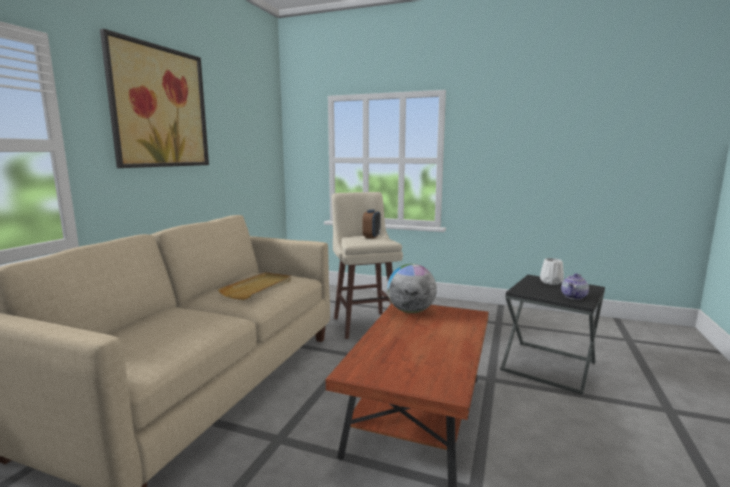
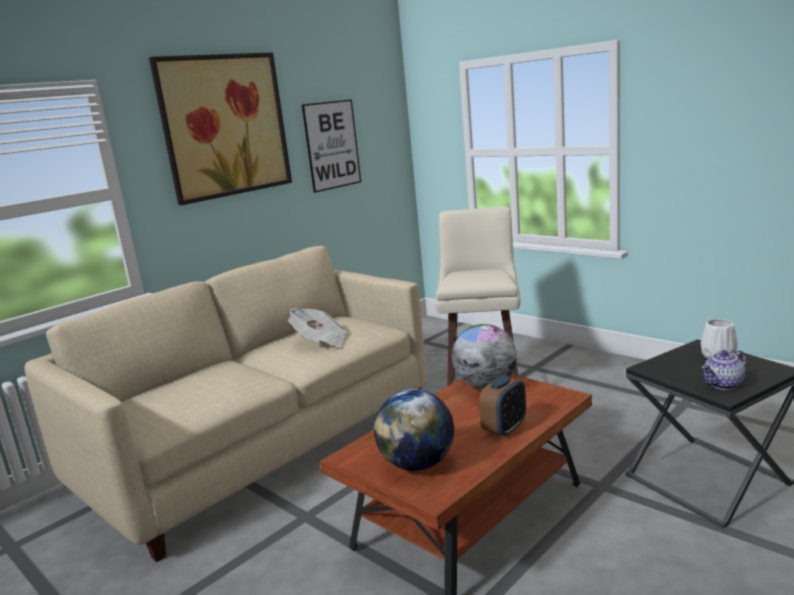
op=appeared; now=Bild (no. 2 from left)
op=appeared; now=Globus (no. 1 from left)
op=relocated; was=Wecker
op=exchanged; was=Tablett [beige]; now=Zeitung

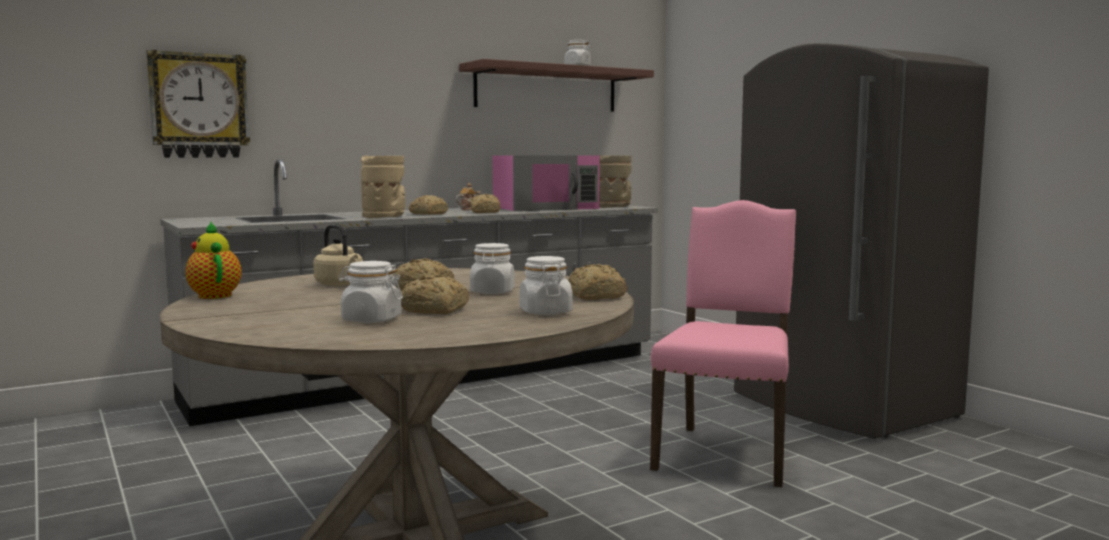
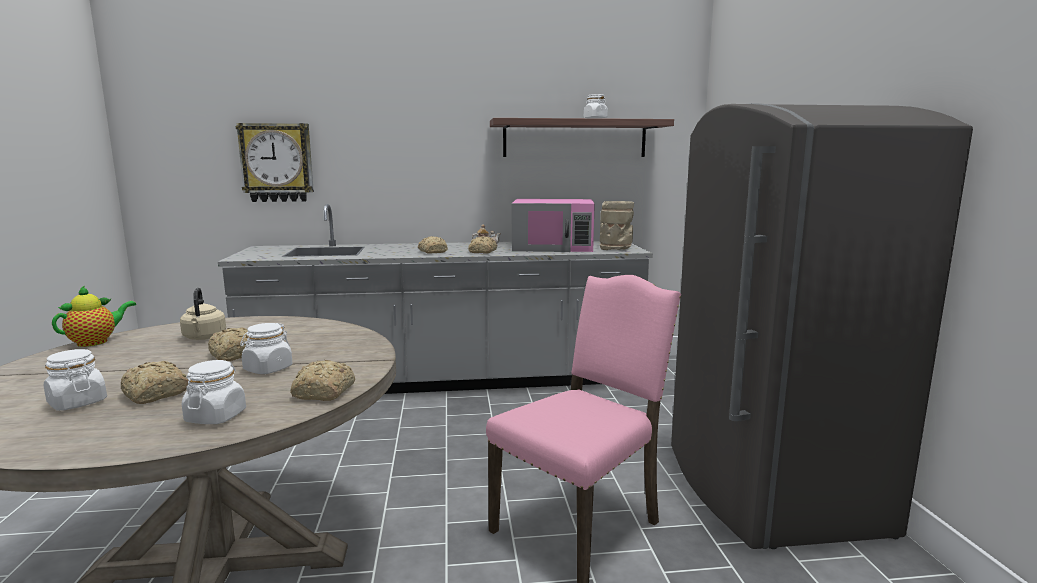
op=missing; was=Vase [beige] (no. 1 from left)
op=spun; was=Teekanne (no. 1 from left); clockwise=45

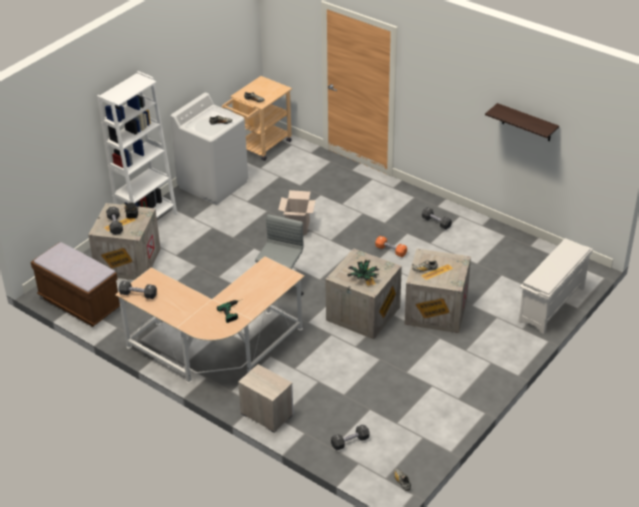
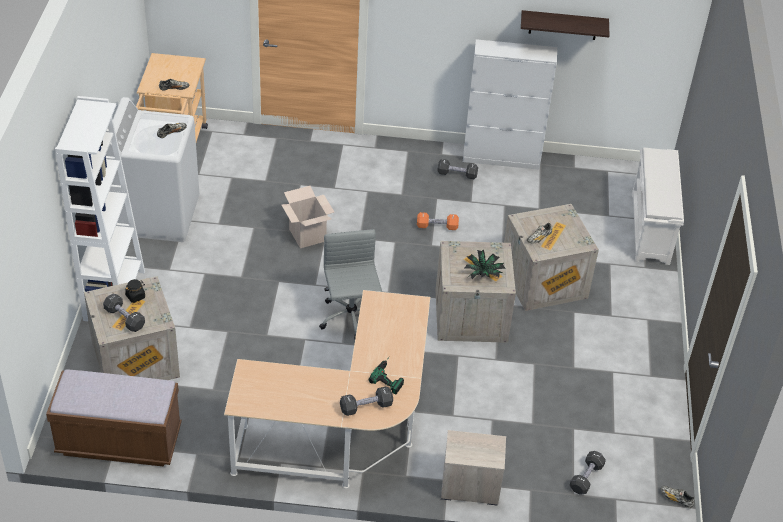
op=appeared; now=Schrank [weiß]
op=relocated; was=Hantel [schwarz] (no. 2 from left)

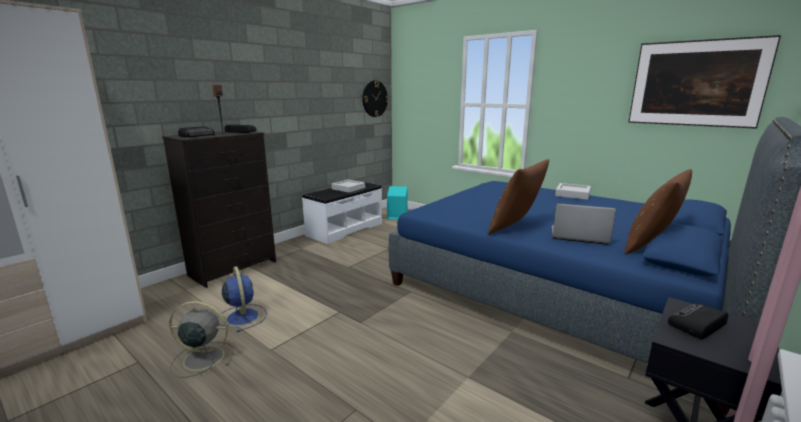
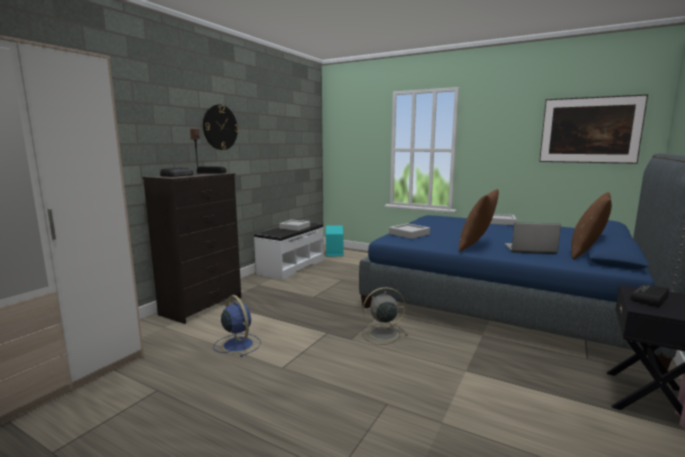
op=appeared; now=Tablett [grau] (no. 2 from left)
op=relocated; was=Ventilator [grau]
op=relocated; was=Wanduhr

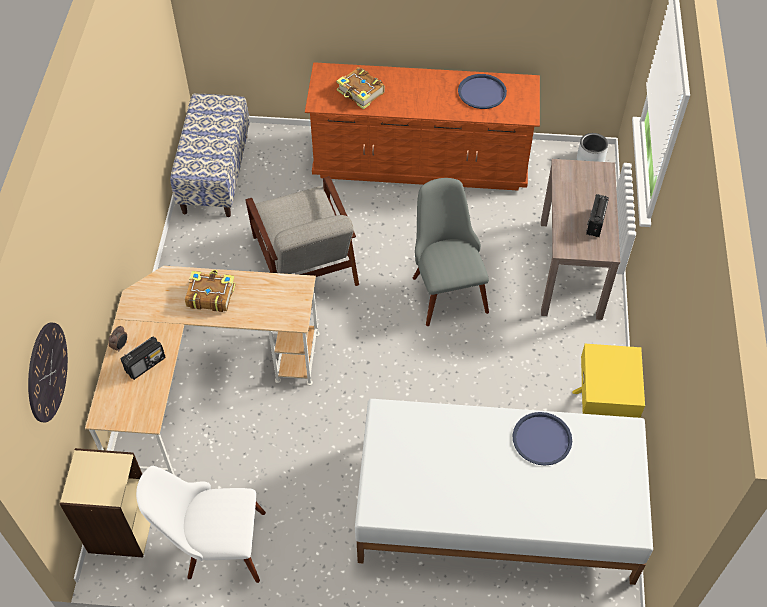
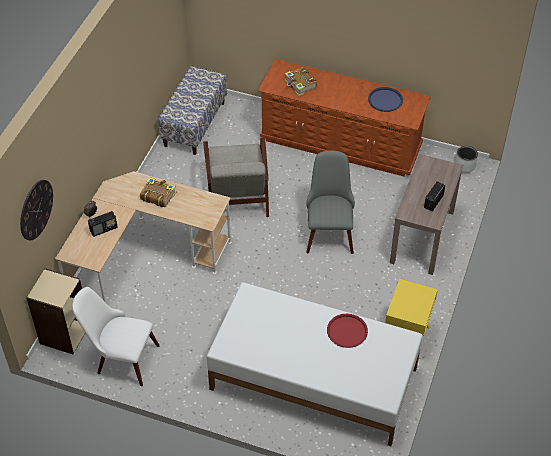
op=colour; was=Tablett [blau] (no. 2 from left); now=Tablett [rot]

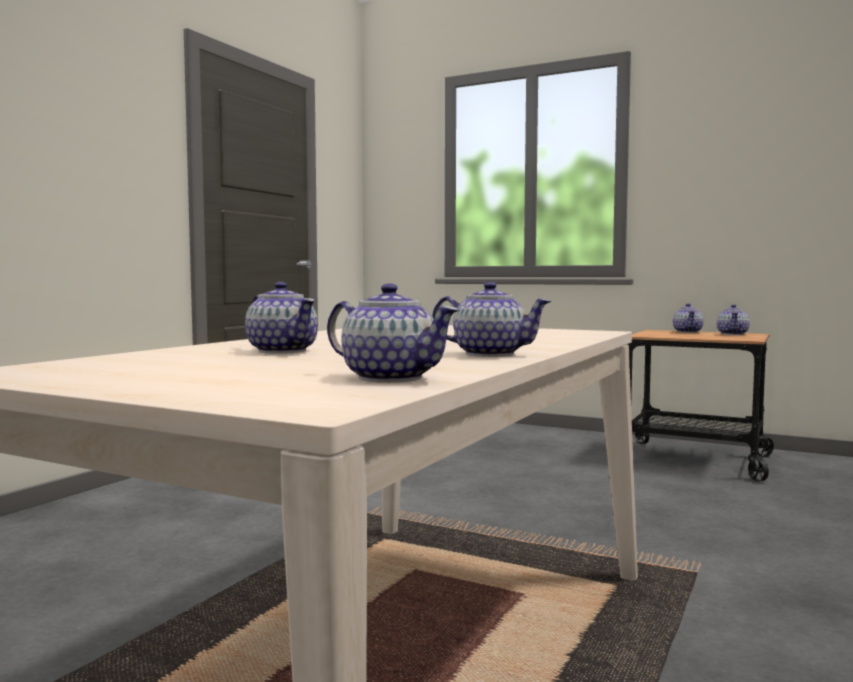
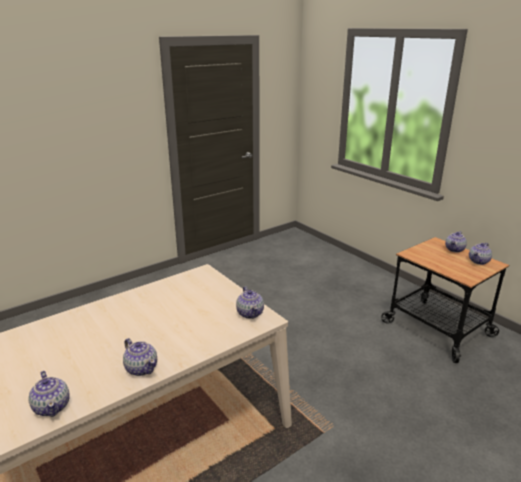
op=relocated; was=Teekanne (no. 1 from left in the first image); now=Teekanne (no. 3 from left)

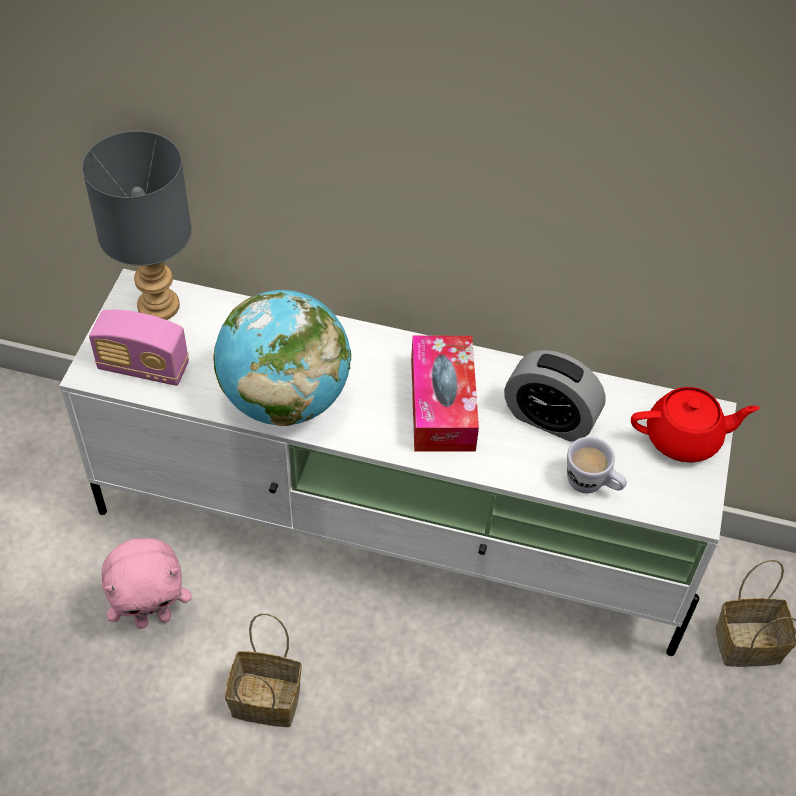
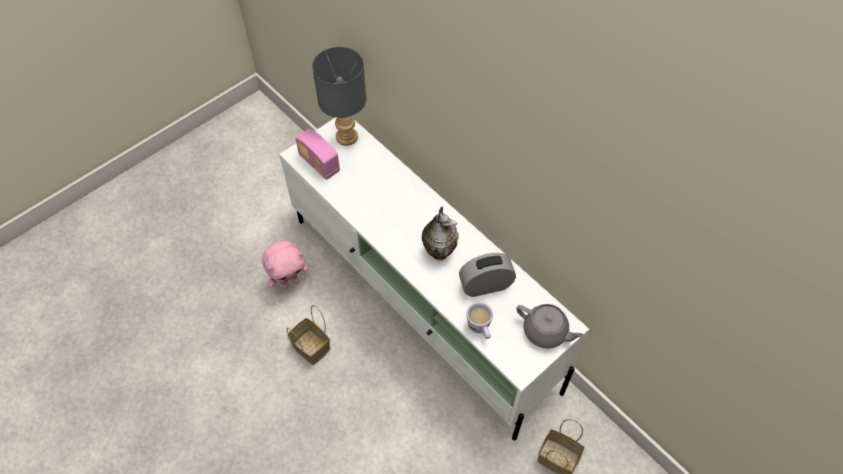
op=missing; was=Globus
op=exchanged; was=Taschentuchbox; now=Vase
op=colour; was=Teekanne [rot]; now=Teekanne [grau]
op=spun; was=Plüschtier [rosa]; clockwise=-45
op=spun; was=Wecker; clockwise=105

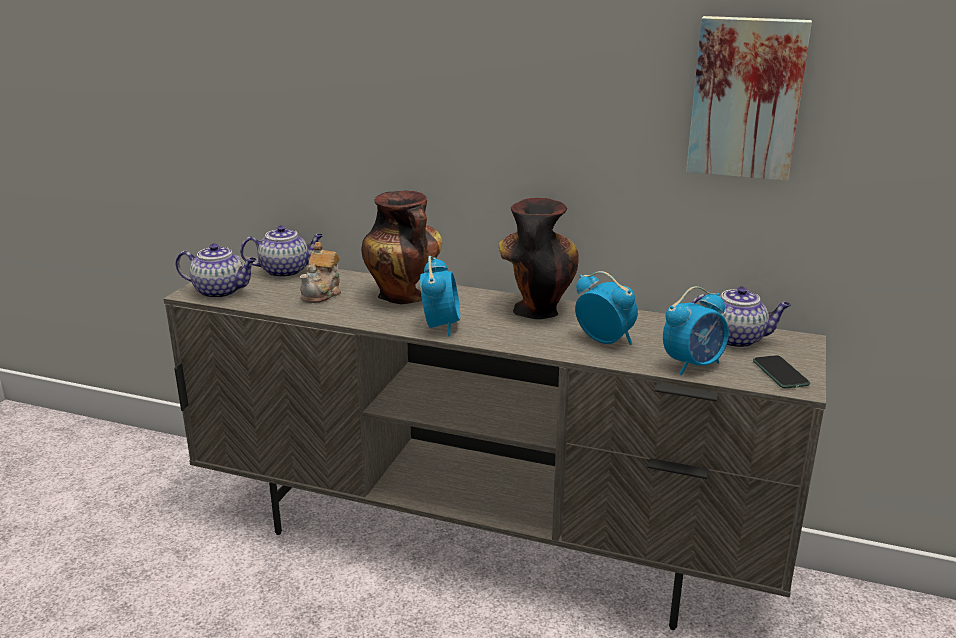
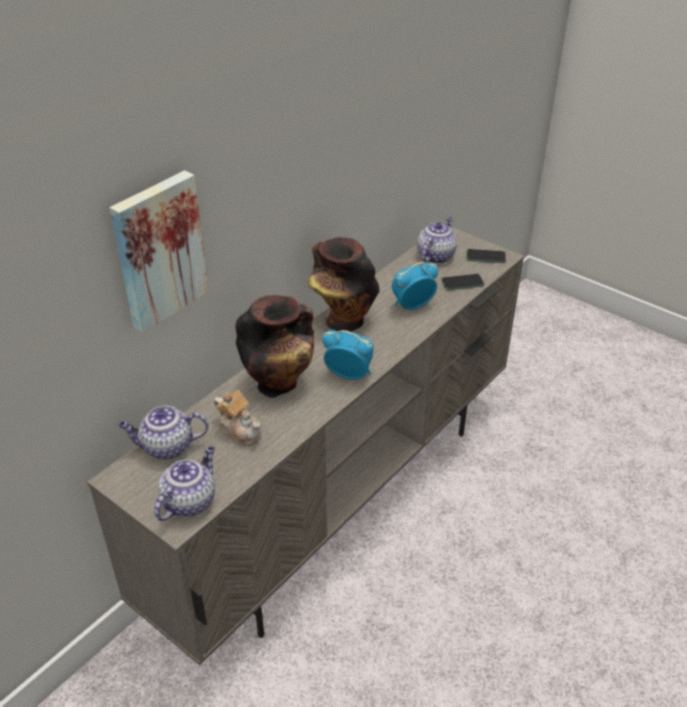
op=relocated; was=Bild
op=exchanged; was=Wecker (no. 3 from left); now=Handy (no. 1 from left)
op=spun; was=Teekanne (no. 2 from left in the first image); clockwise=-105

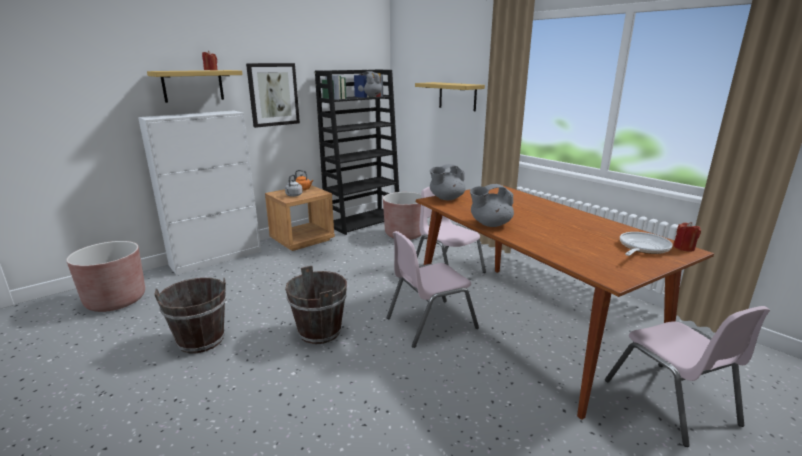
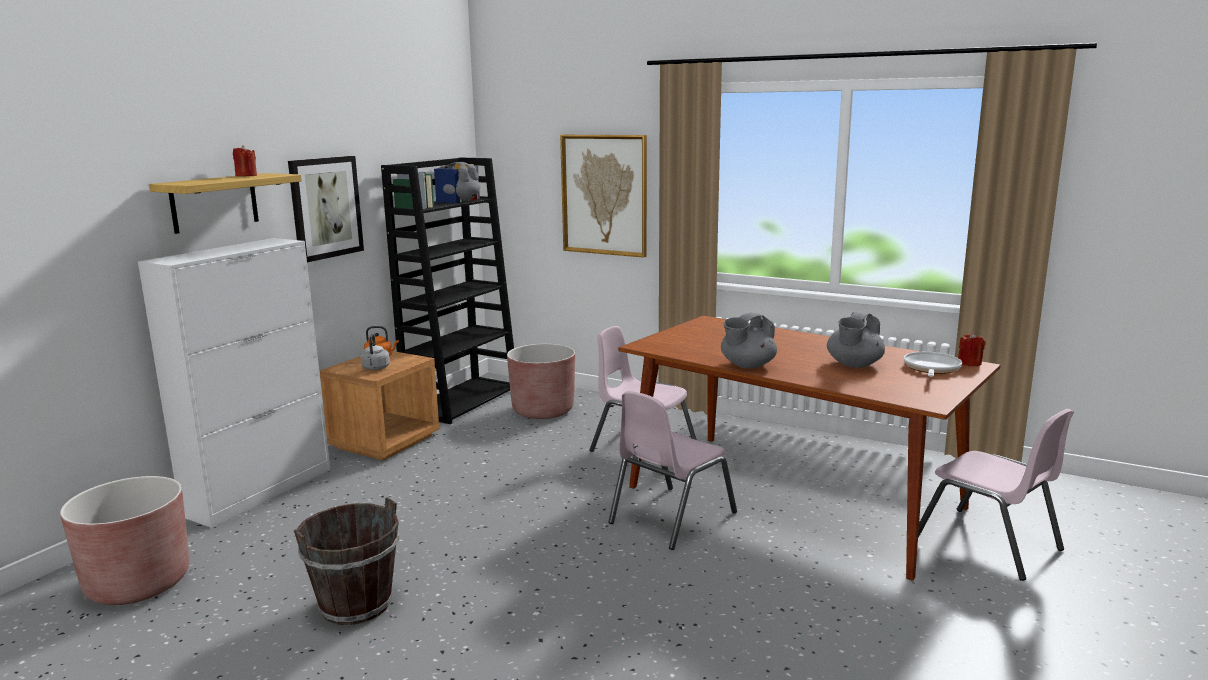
op=missing; was=Eimer [braun] (no. 2 from left)
op=relocated; was=Teekanne [grau] (no. 2 from left in the first image); now=Teekanne [grau] (no. 3 from left)
op=exchanged; was=Wandregal (no. 2 from left); now=Bild (no. 2 from left)

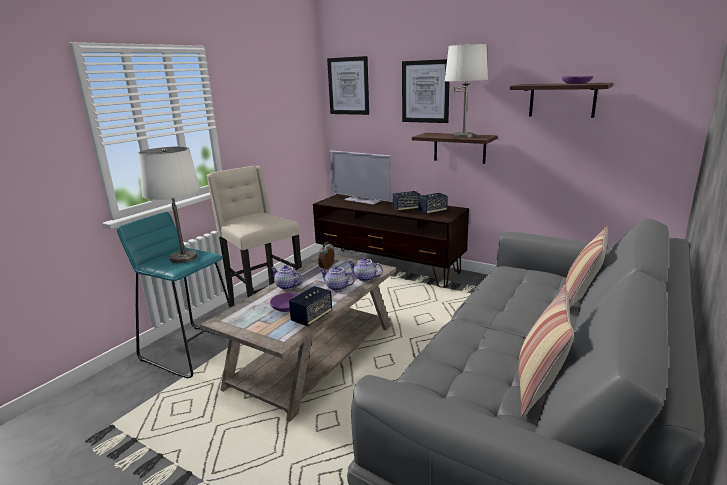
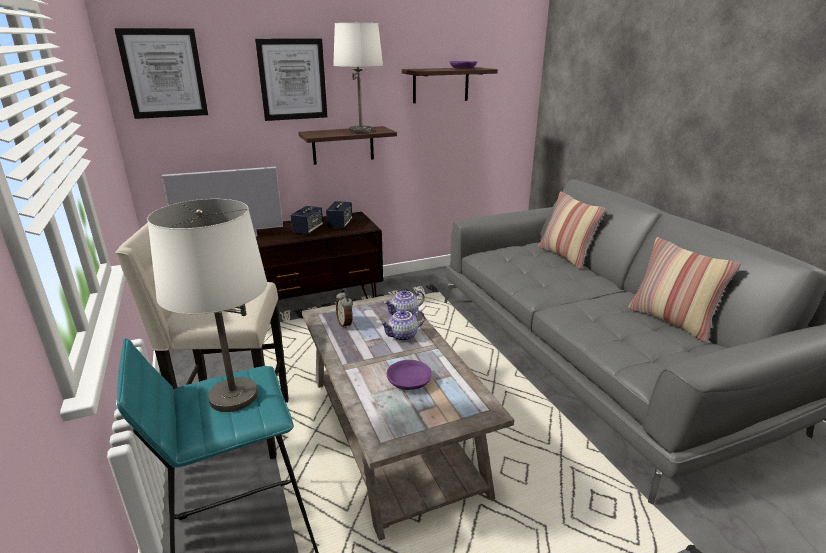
op=missing; was=Teekanne (no. 1 from left)
op=missing; was=Lautsprecher (no. 1 from left)

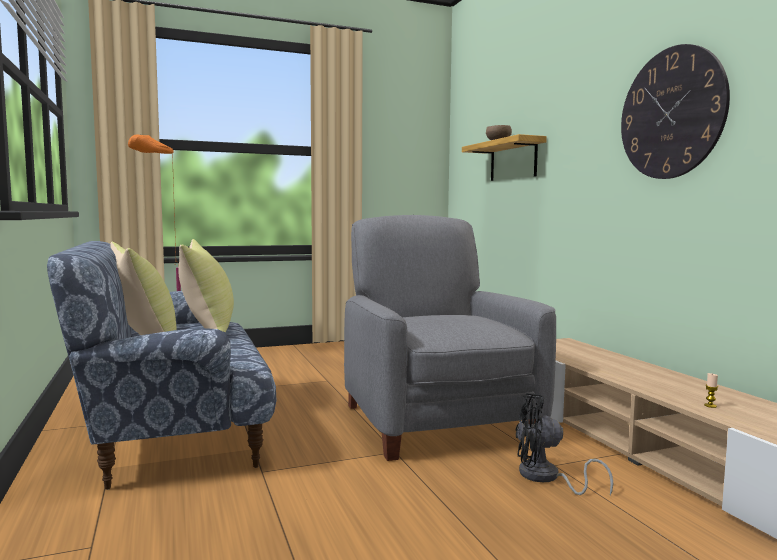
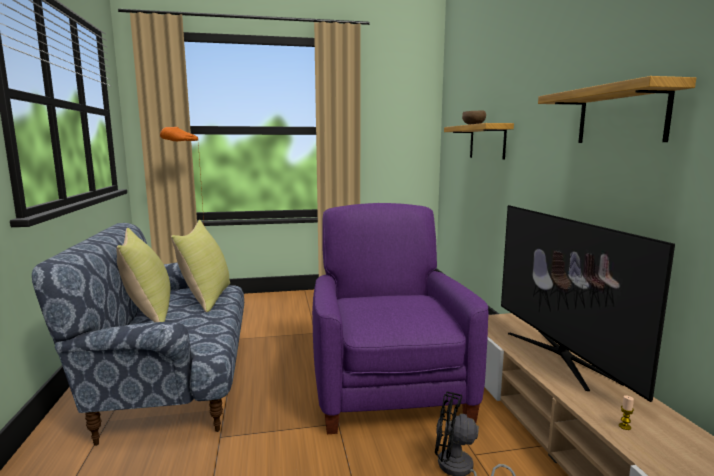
op=appeared; now=Fernseher
op=exchanged; was=Wanduhr; now=Wandregal (no. 2 from left)
op=colour; was=Sessel [grau]; now=Sessel [lila]

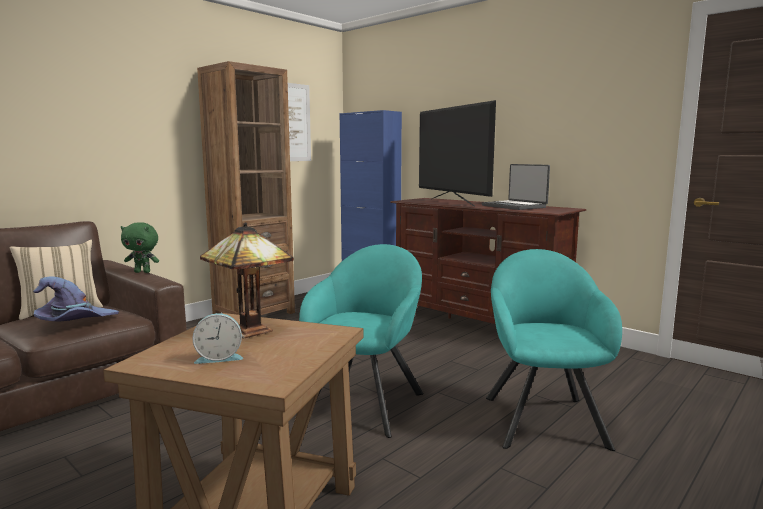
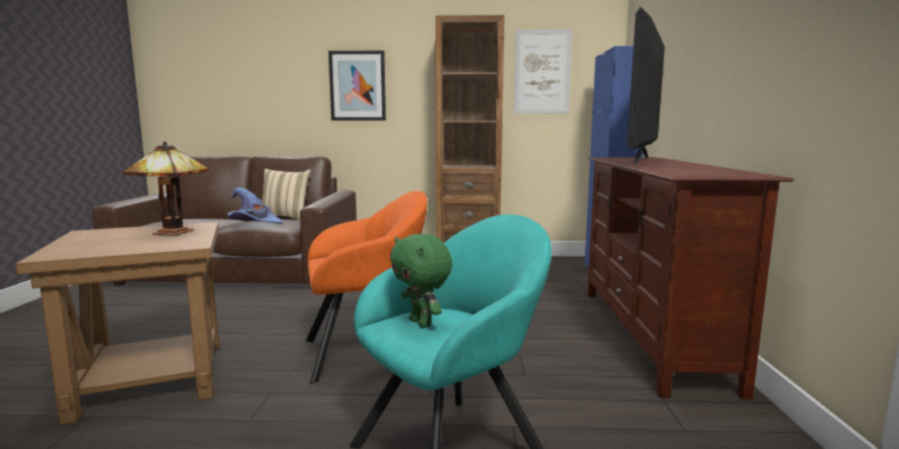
op=missing; was=Wecker
op=missing; was=Laptop
op=appeared; now=Bild (no. 1 from left)
op=relocated; was=Plüschtier [grün]
op=colour; was=Sessel [türkis] (no. 1 from left); now=Sessel [orange]

